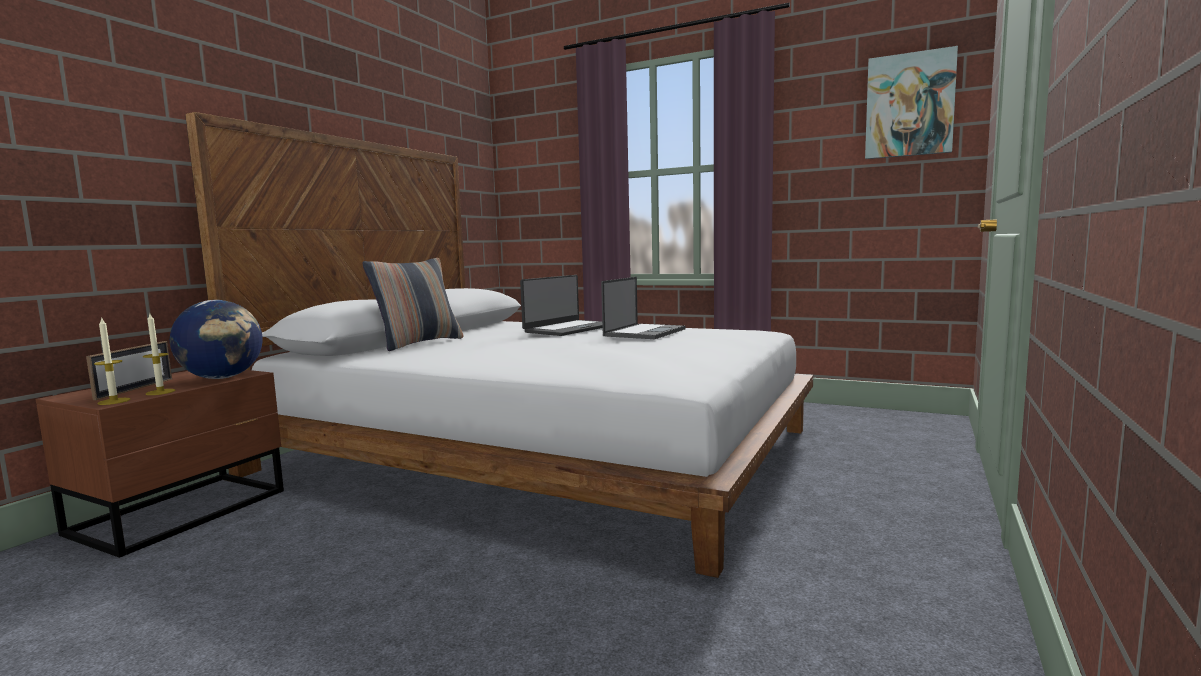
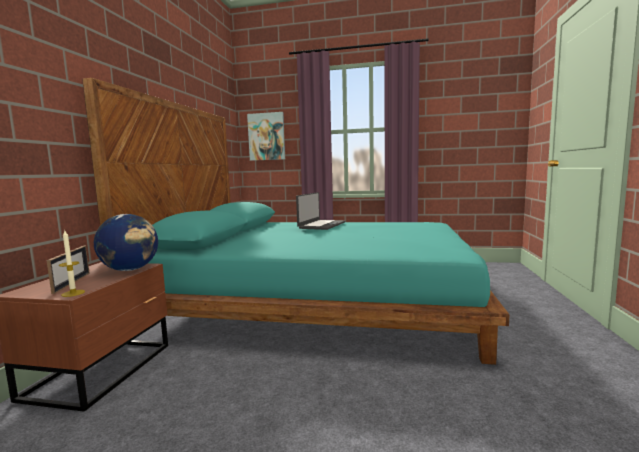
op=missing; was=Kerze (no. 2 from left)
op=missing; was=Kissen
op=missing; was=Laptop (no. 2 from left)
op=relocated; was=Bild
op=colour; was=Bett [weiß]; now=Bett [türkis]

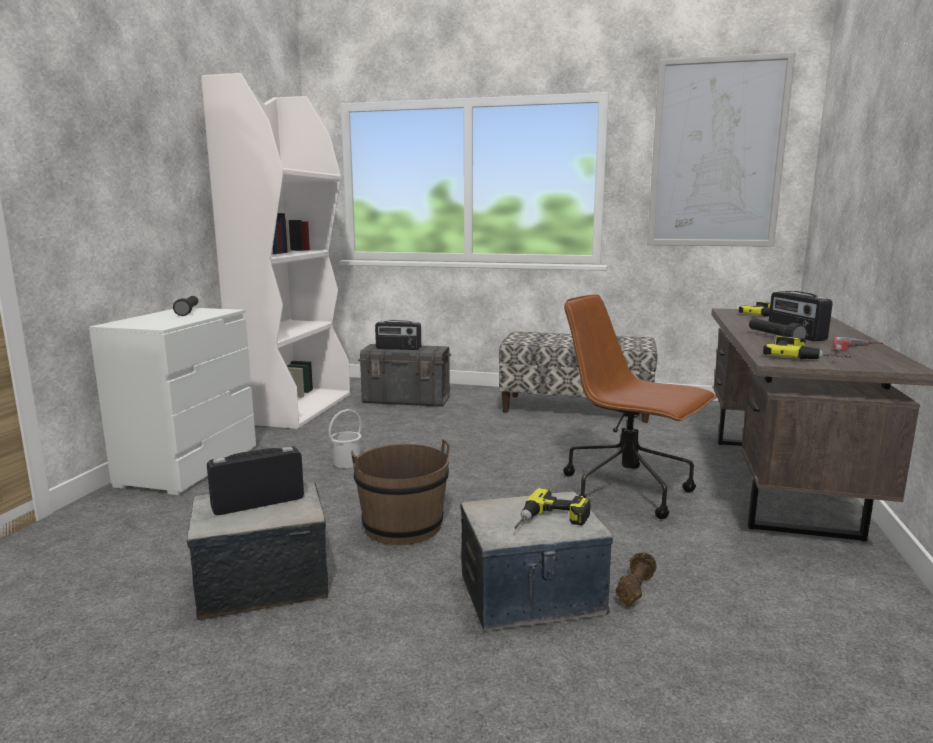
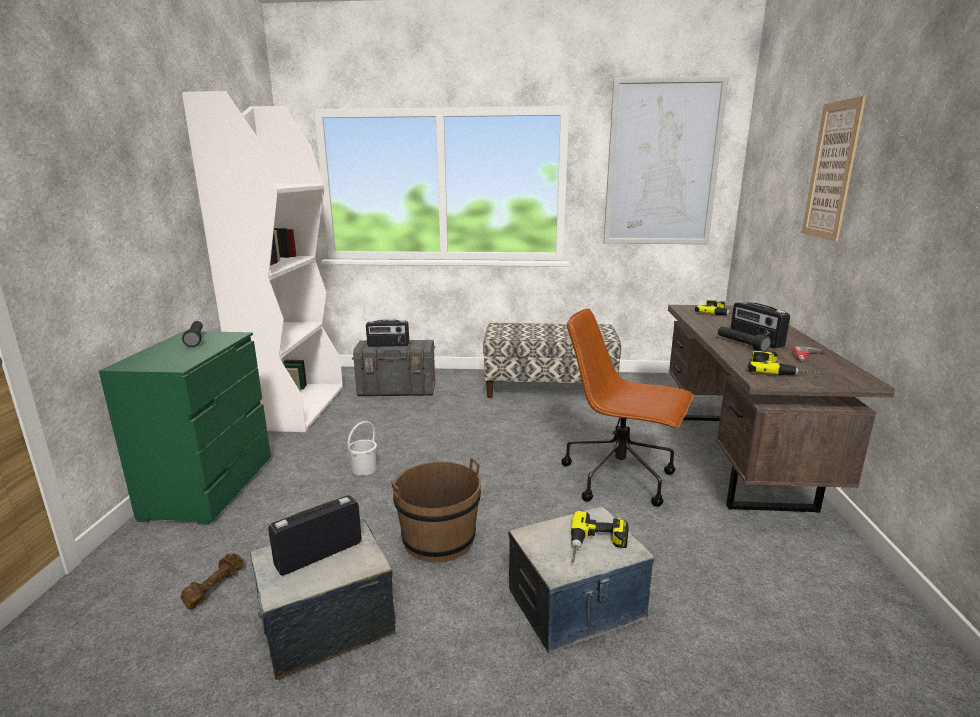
op=appeared; now=Bild (no. 2 from left)
op=relocated; was=Hantel [braun]
op=colour; was=Kommode [weiß]; now=Kommode [grün]

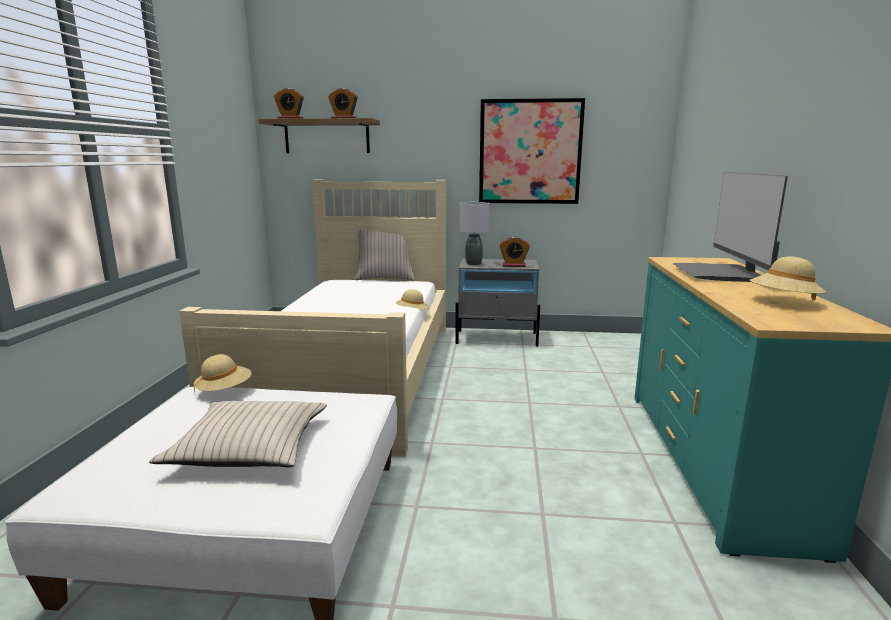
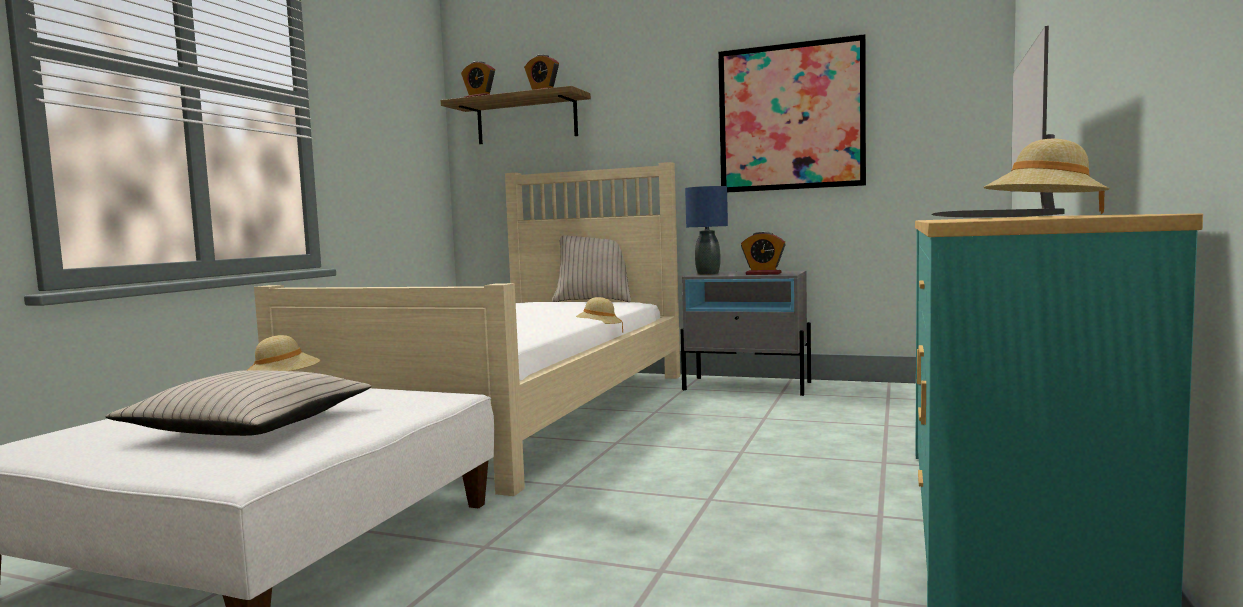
op=colour; was=Tischlampe [grau]; now=Tischlampe [blau]

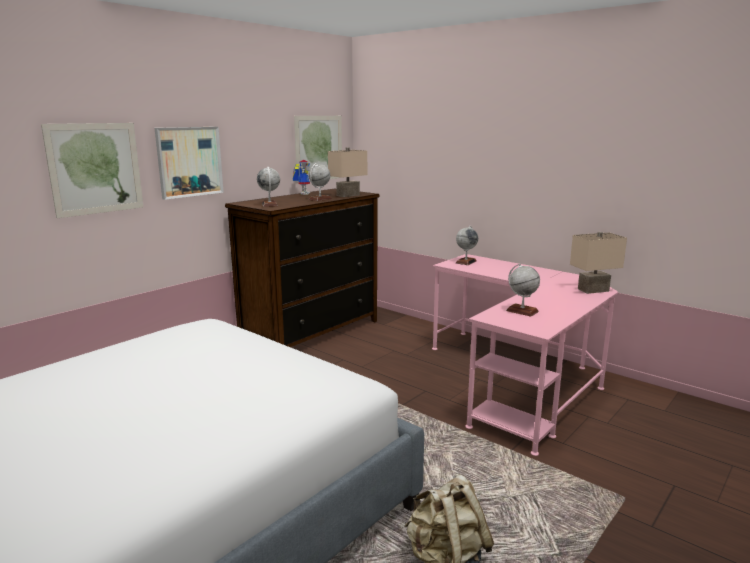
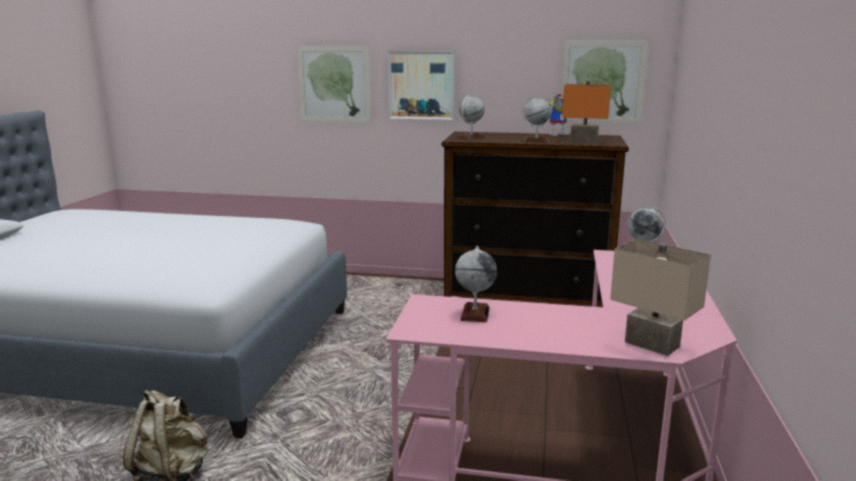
op=colour; was=Tischlampe [beige] (no. 1 from left); now=Tischlampe [orange]

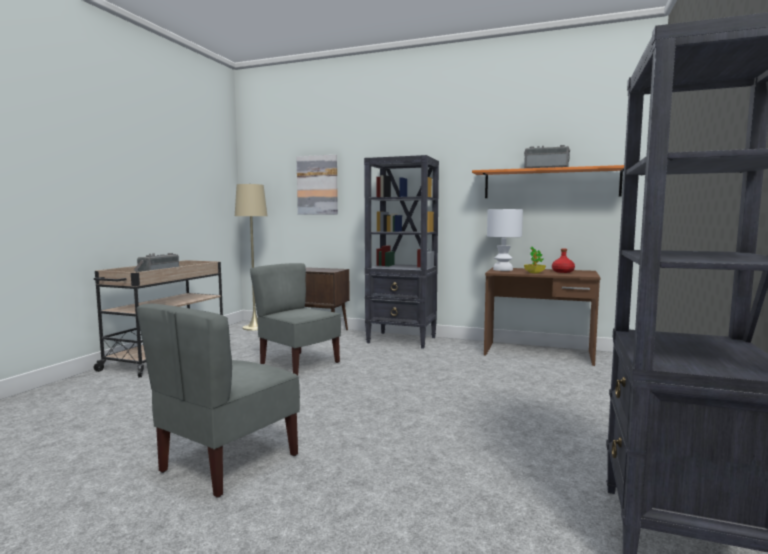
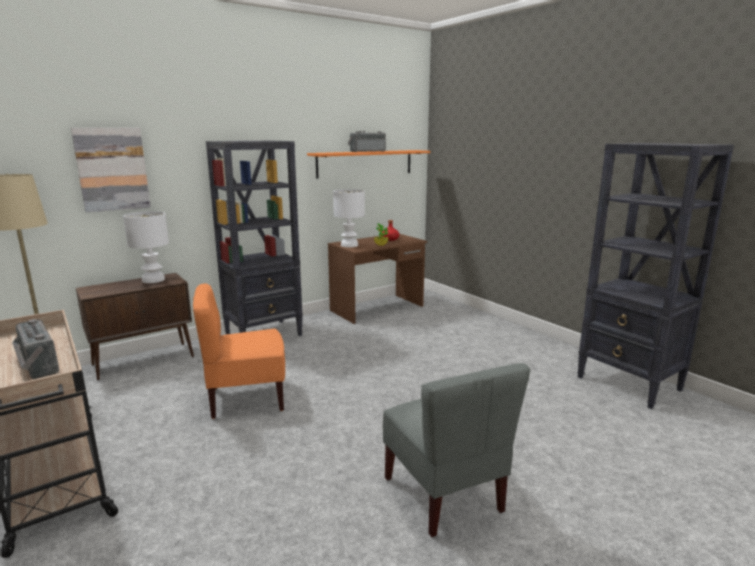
op=appeared; now=Tischlampe [weiß] (no. 1 from left)
op=colour; was=Stuhl [grau] (no. 2 from left); now=Stuhl [orange]

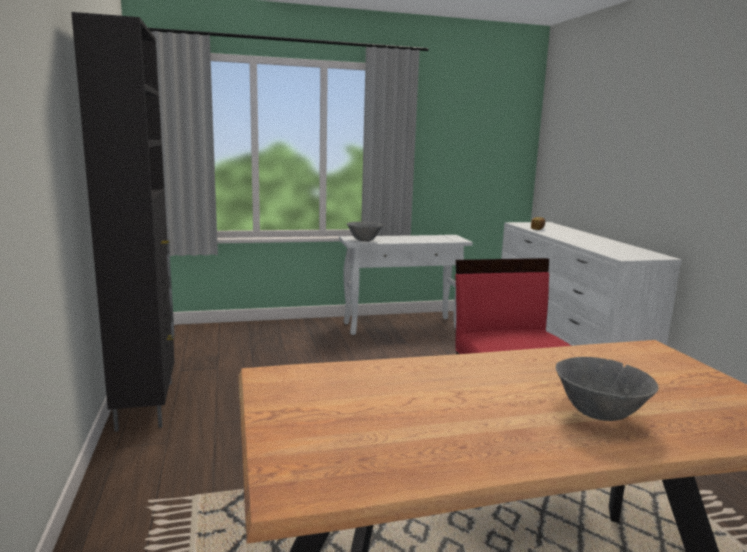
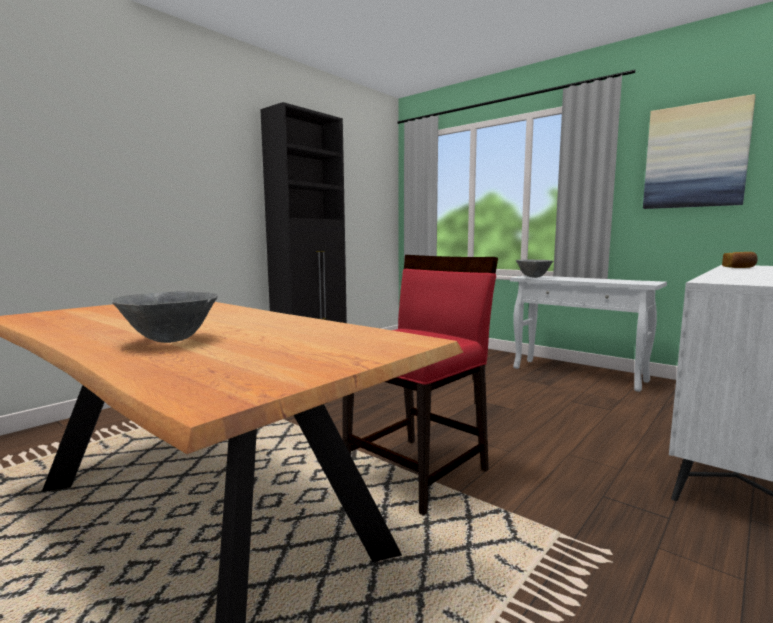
op=appeared; now=Bild

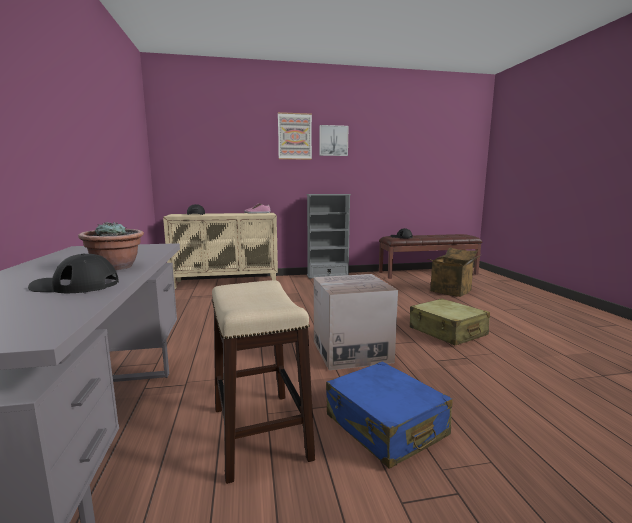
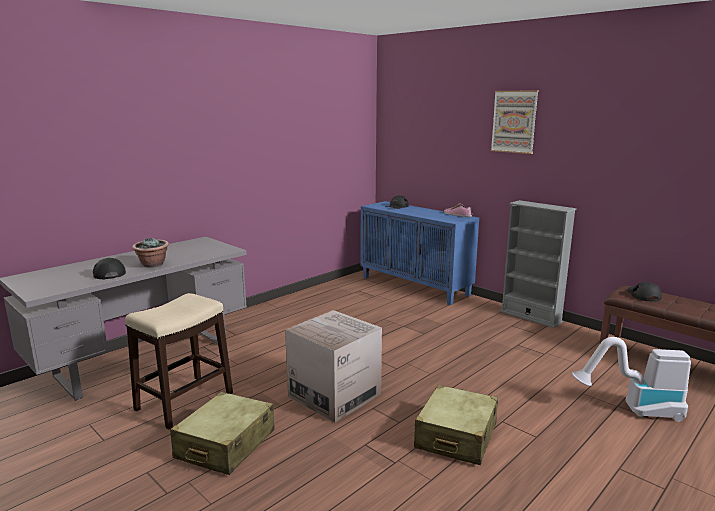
op=missing; was=Bild (no. 2 from left)
op=exchanged; was=Karton (no. 2 from left); now=Staubsauger
op=colour; was=Schrank [beige]; now=Schrank [blau]
op=colour; was=Koffer [blau]; now=Koffer [beige] (no. 1 from left)

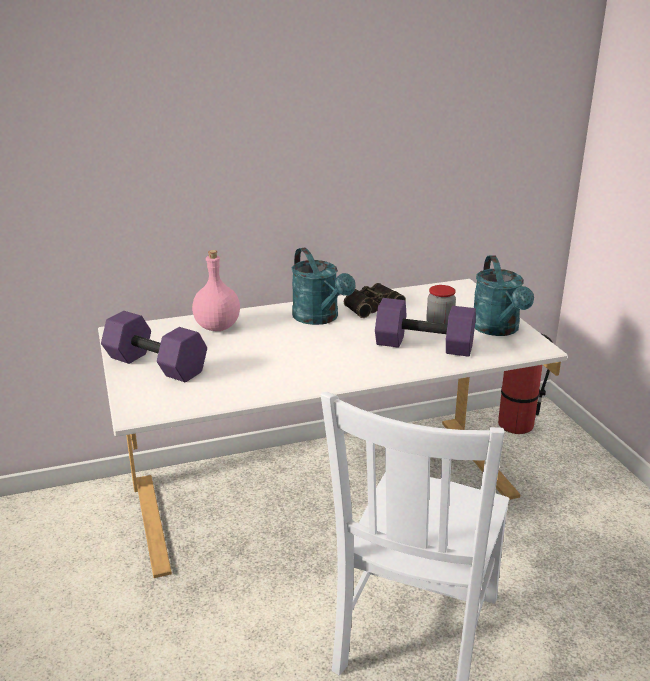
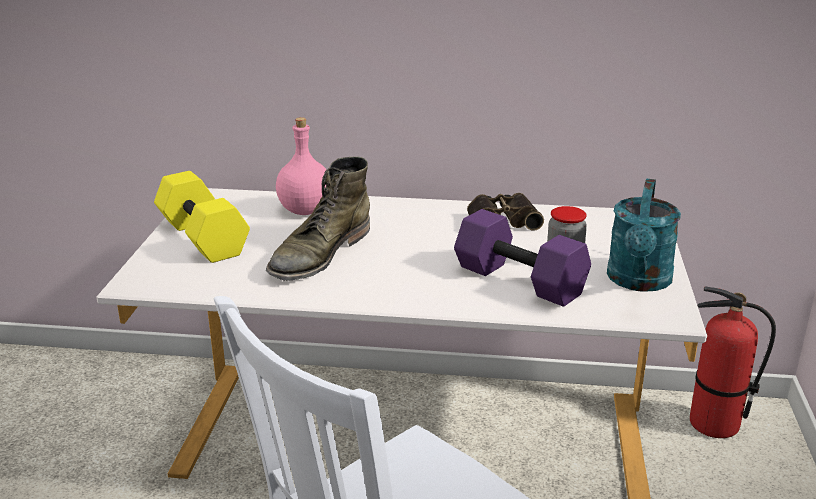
op=missing; was=Gießkanne [türkis] (no. 1 from left)
op=appeared; now=Stiefel [grün]
op=colour; was=Hantel [lila] (no. 1 from left); now=Hantel [gelb]

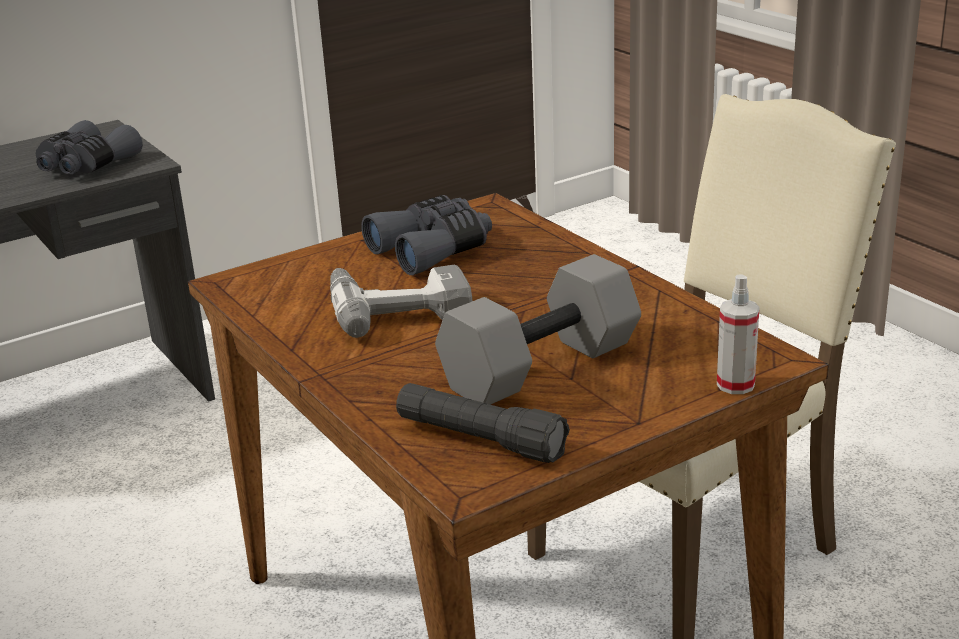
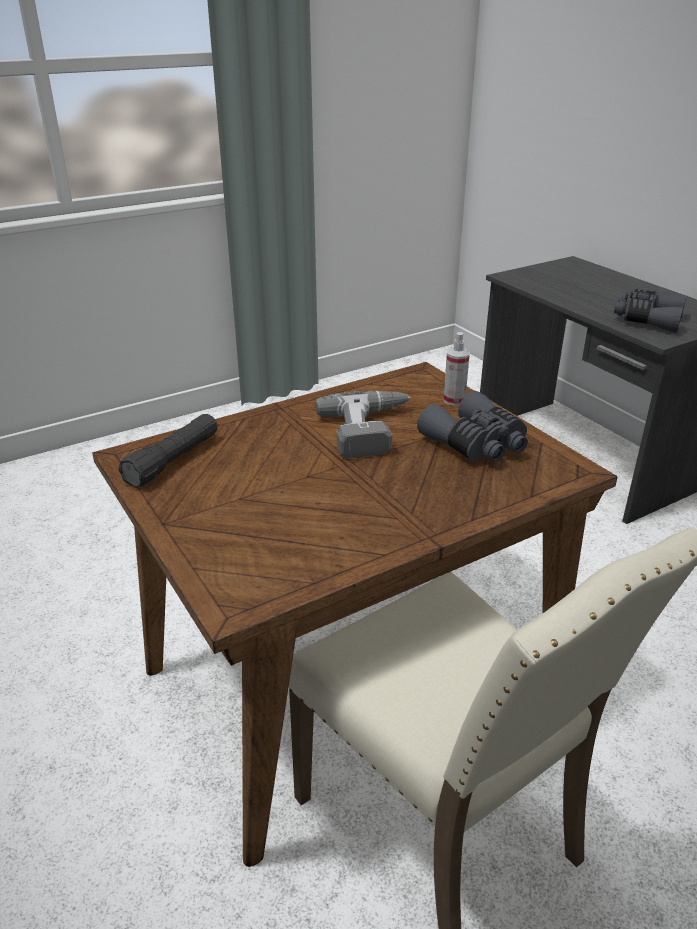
op=missing; was=Hantel [grau]
op=relocated; was=Sprühflasche

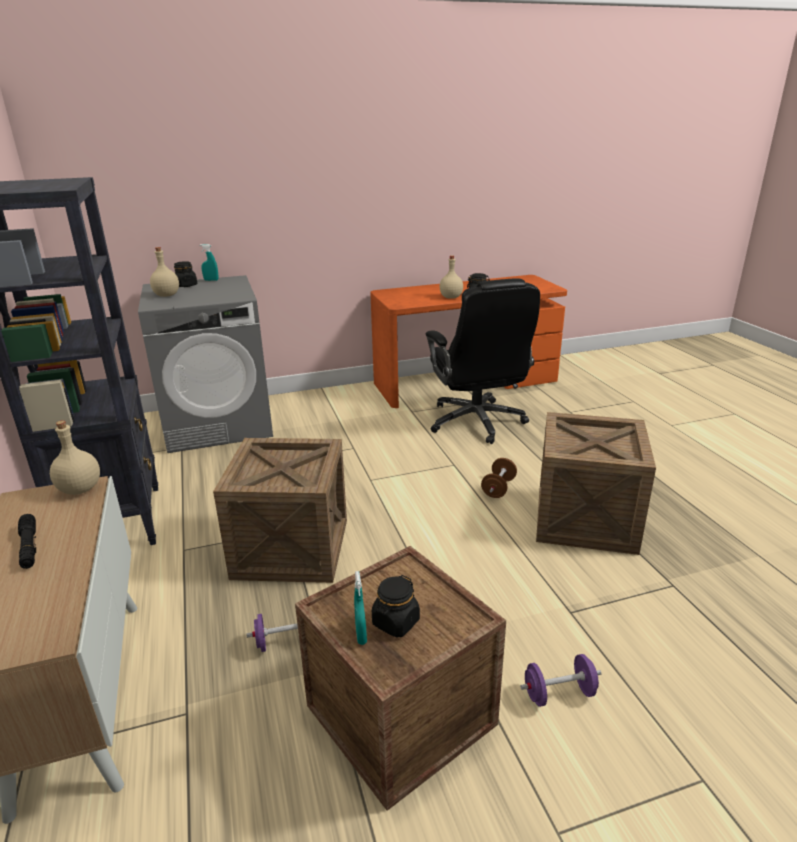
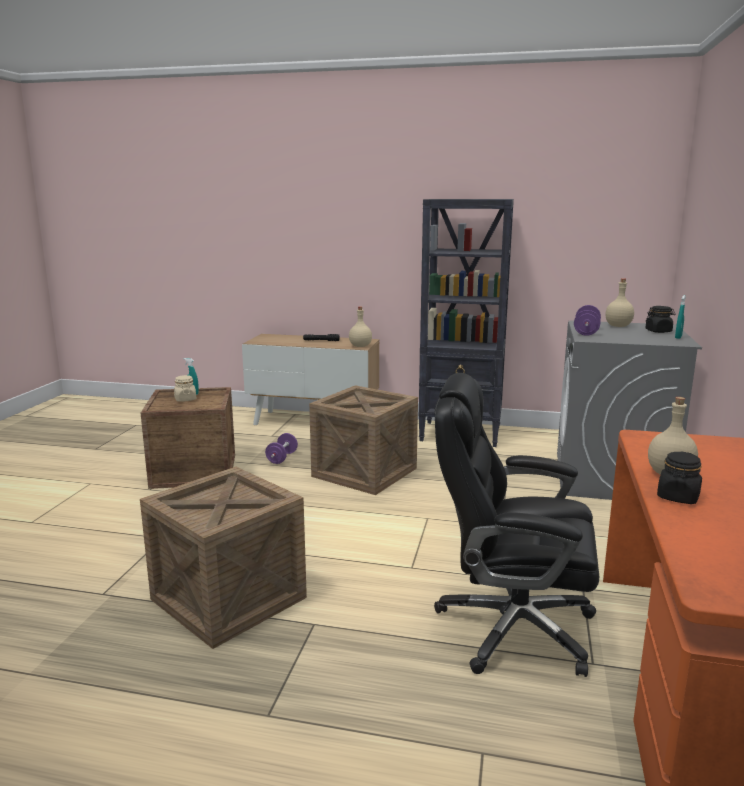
op=missing; was=Hantel [braun]
op=relocated; was=Hantel [lila] (no. 2 from left)
op=colour; was=Vorratsglas [schwarz] (no. 2 from left); now=Vorratsglas [beige]

